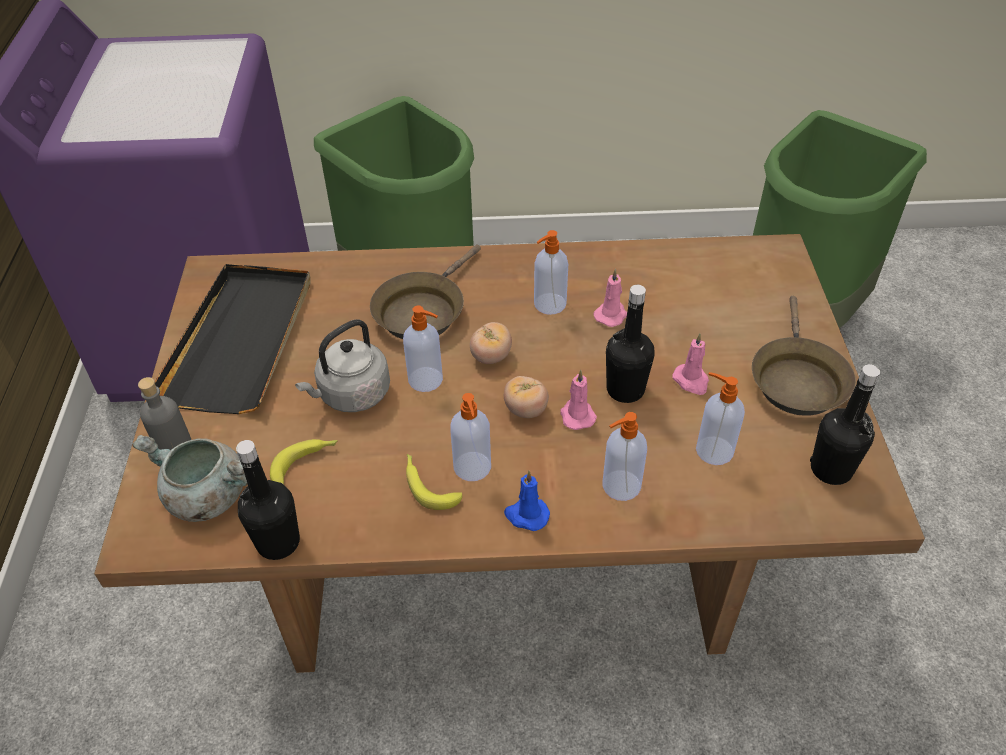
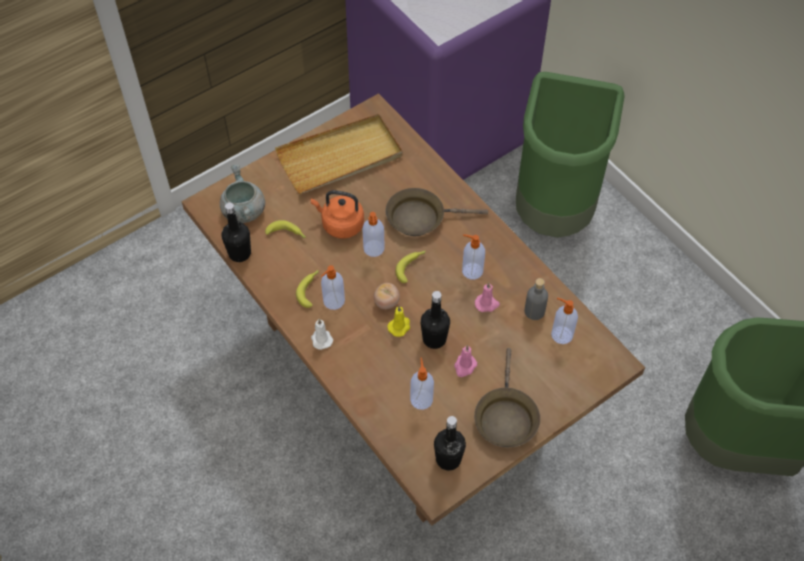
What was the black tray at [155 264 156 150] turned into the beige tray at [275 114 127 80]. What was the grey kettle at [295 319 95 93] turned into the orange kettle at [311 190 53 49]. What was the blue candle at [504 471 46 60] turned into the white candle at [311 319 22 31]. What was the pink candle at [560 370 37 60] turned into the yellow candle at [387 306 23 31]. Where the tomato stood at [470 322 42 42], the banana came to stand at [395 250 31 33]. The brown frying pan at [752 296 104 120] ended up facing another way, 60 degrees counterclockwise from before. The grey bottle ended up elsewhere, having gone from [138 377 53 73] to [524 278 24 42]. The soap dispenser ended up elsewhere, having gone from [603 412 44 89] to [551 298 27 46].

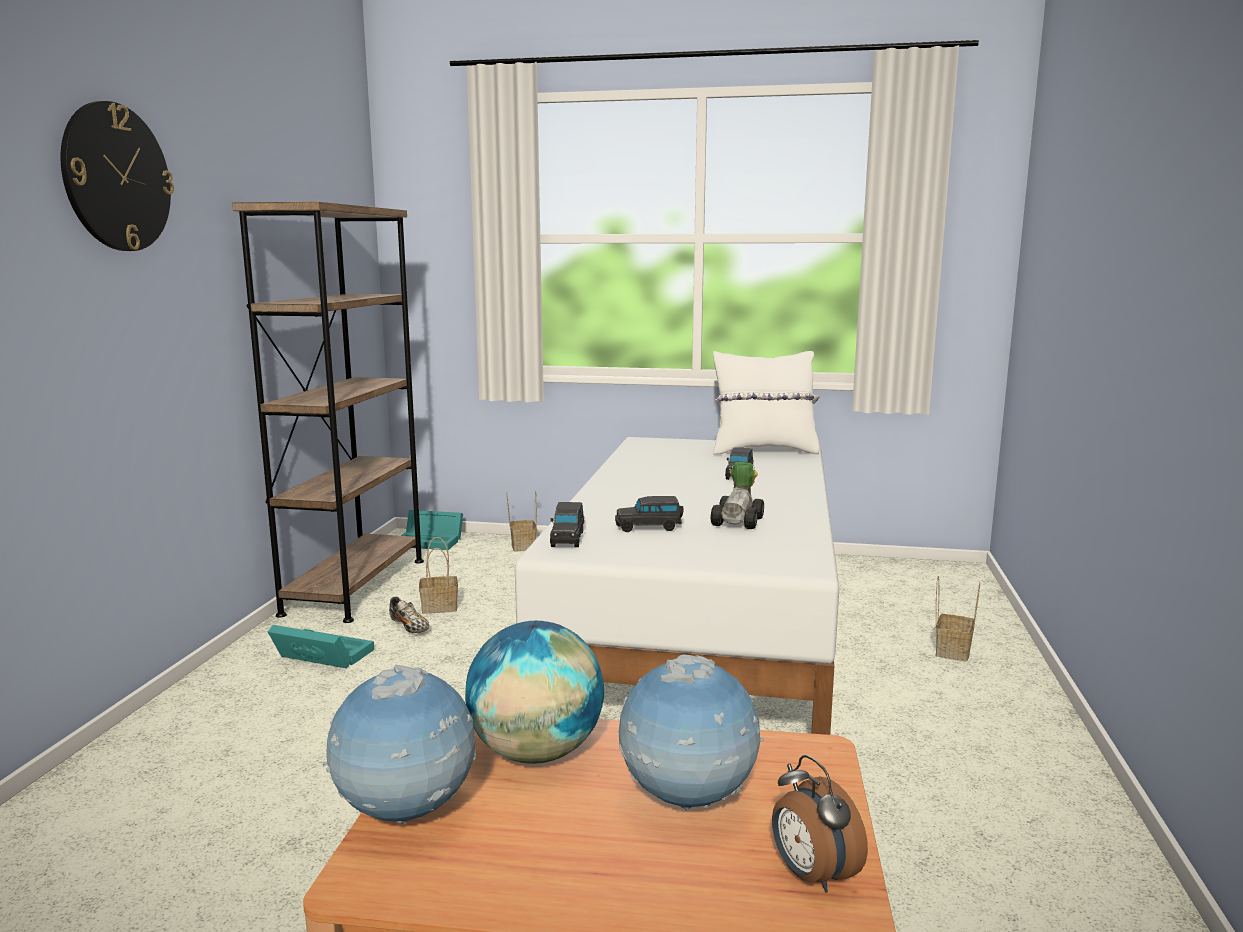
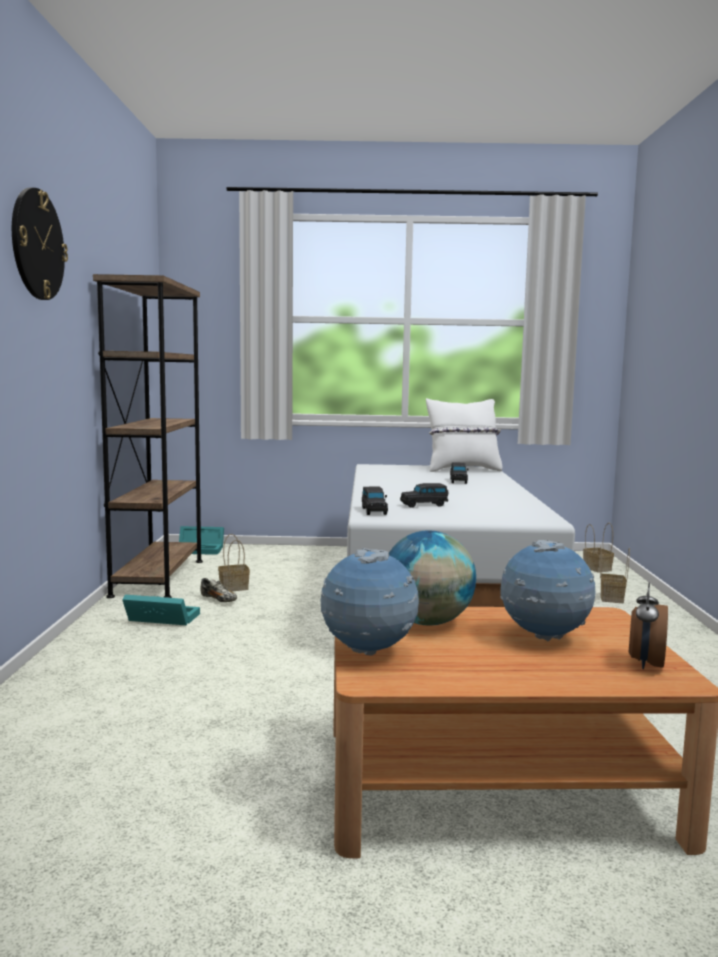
The basket ended up elsewhere, having gone from [507 491 30 60] to [583 523 31 49]. The alarm clock at [772 755 96 138] ended up facing another way, 60 degrees clockwise from before. The second view lost the toy car at [711 462 53 67].

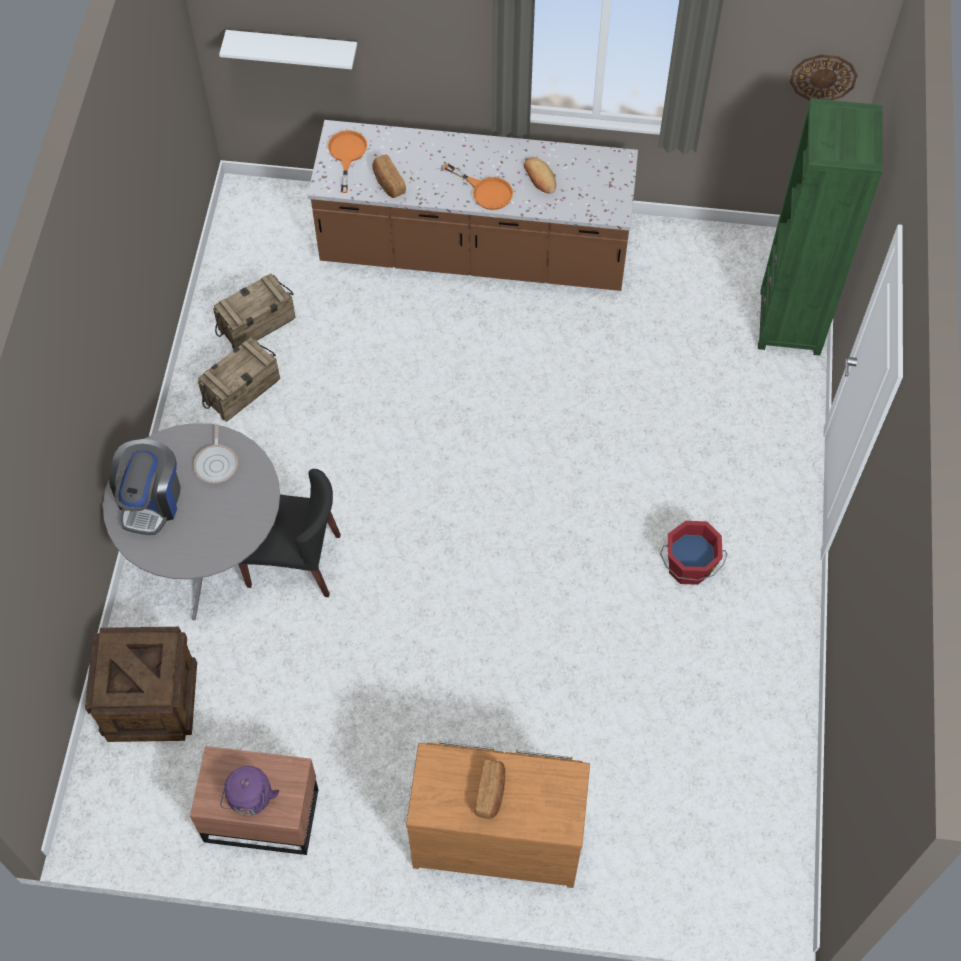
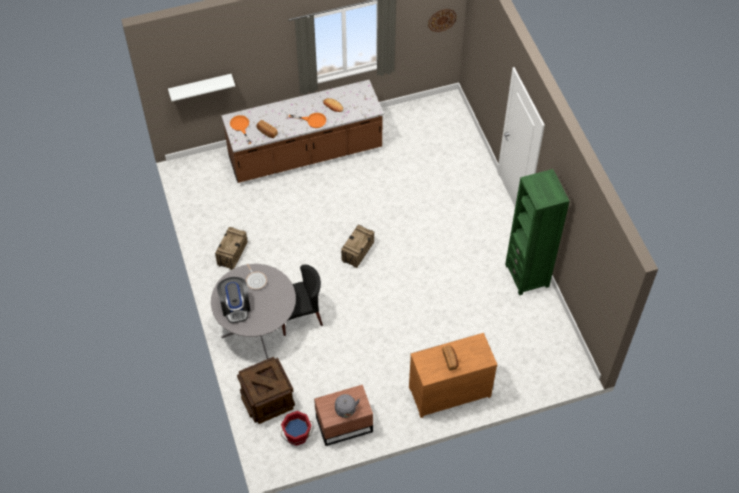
The red bucket ended up elsewhere, having gone from [660 521 67 64] to [281 411 32 35]. What was the purple kettle at [220 766 59 50] turned into the grey kettle at [335 394 25 24]. The crate ended up elsewhere, having gone from [213 274 83 75] to [341 225 33 43]. The green bookcase ended up elsewhere, having gone from [758 98 125 258] to [505 169 65 126].

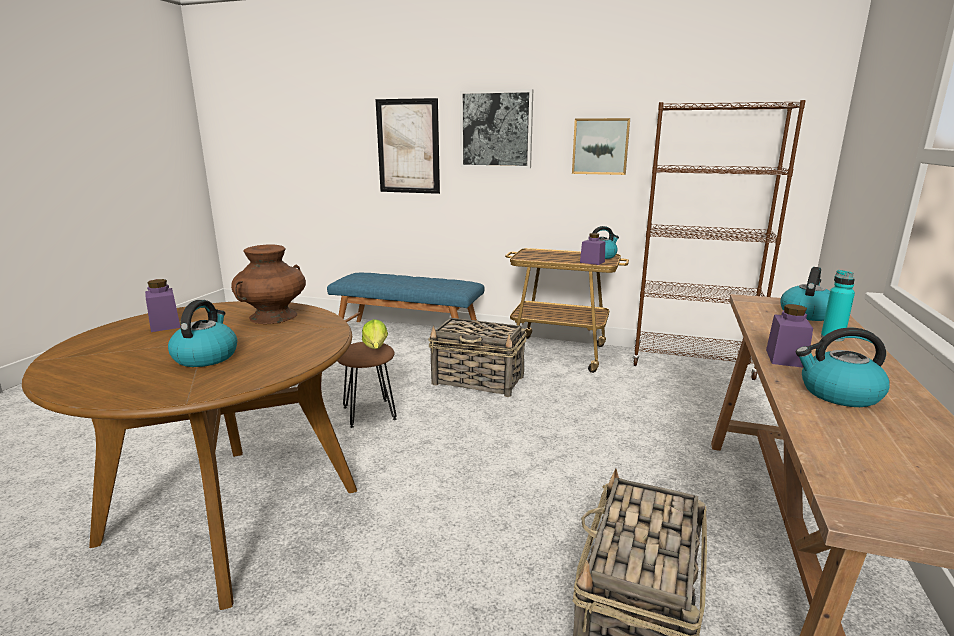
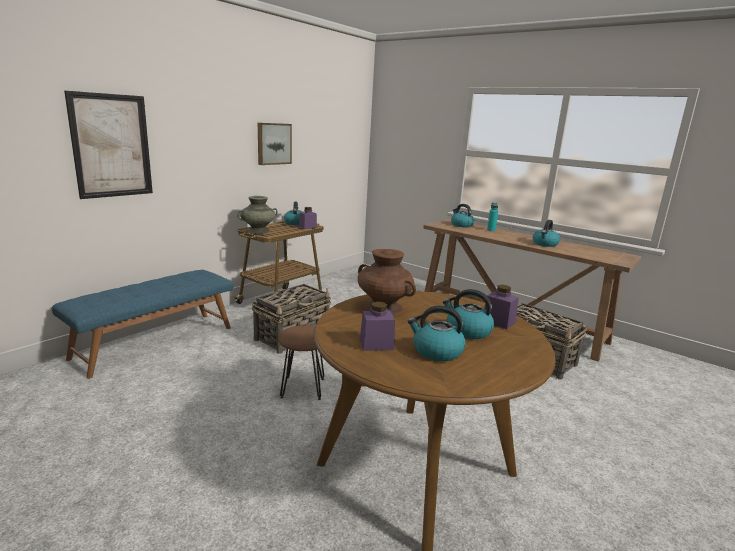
The second view gained the turquoise vase at [237 196 41 38]. The second view gained the kettle at [408 305 58 56]. The purple jar ended up elsewhere, having gone from [766 304 47 64] to [484 285 35 44]. The second view lost the lettuce at [362 319 26 30]. The second view lost the picture at [460 89 73 79]. The second view lost the brown bookcase at [632 100 174 280].

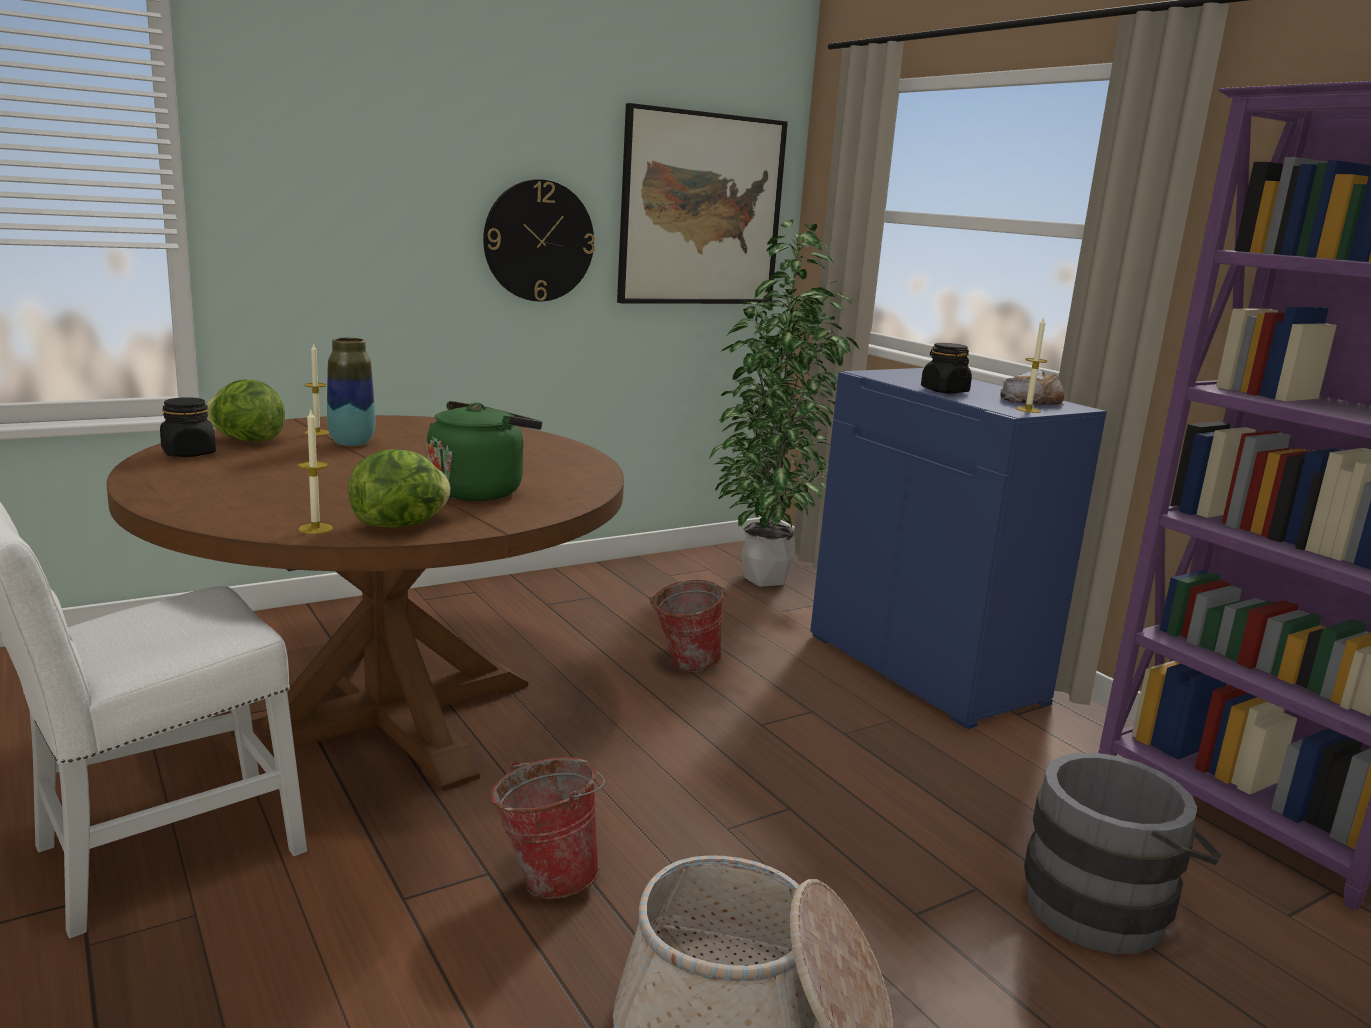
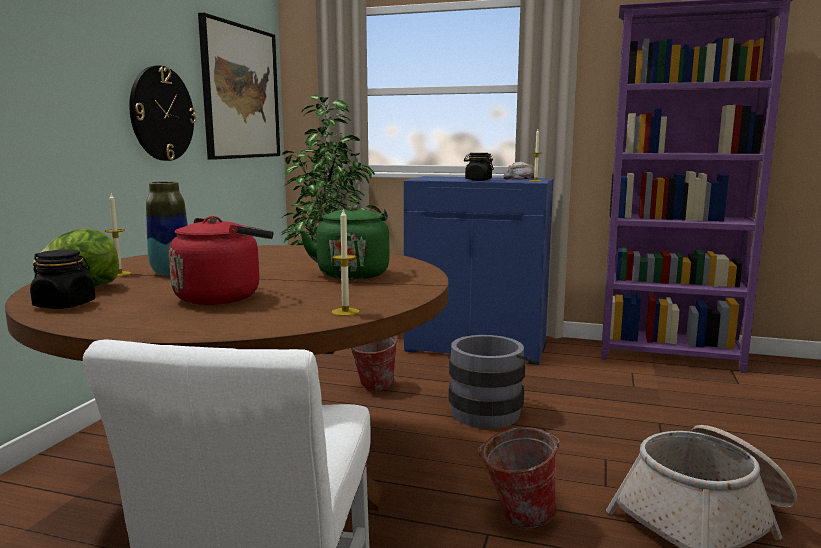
The second view gained the red kettle at [169 216 105 89]. The grey bucket ended up elsewhere, having gone from [1024 753 198 201] to [449 335 88 94]. The second view lost the lettuce at [348 449 103 78].

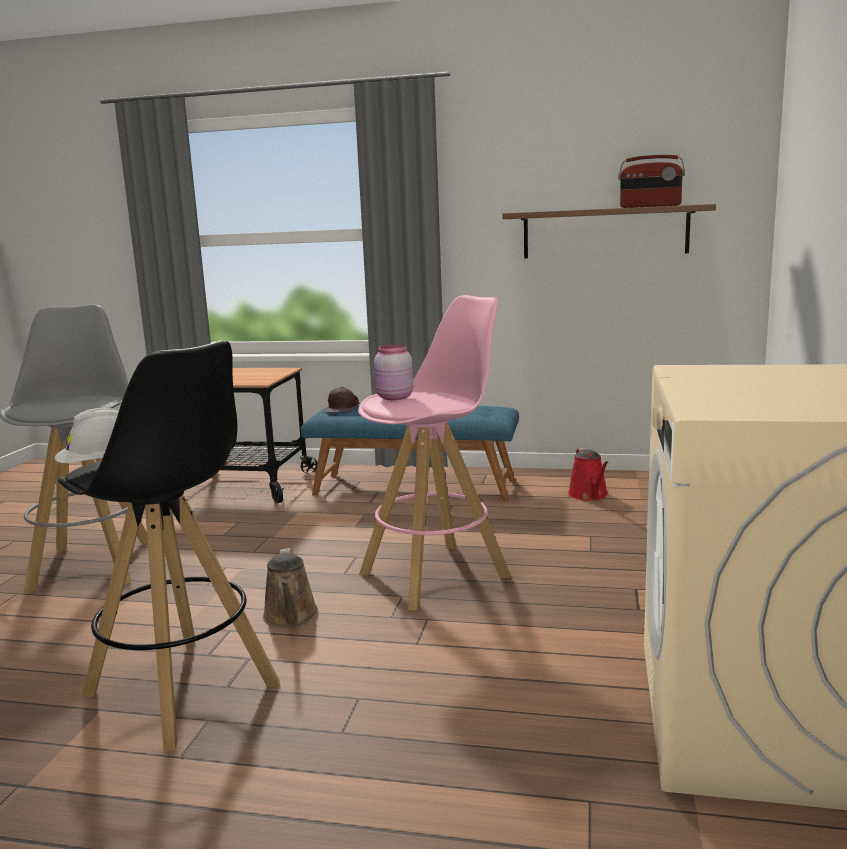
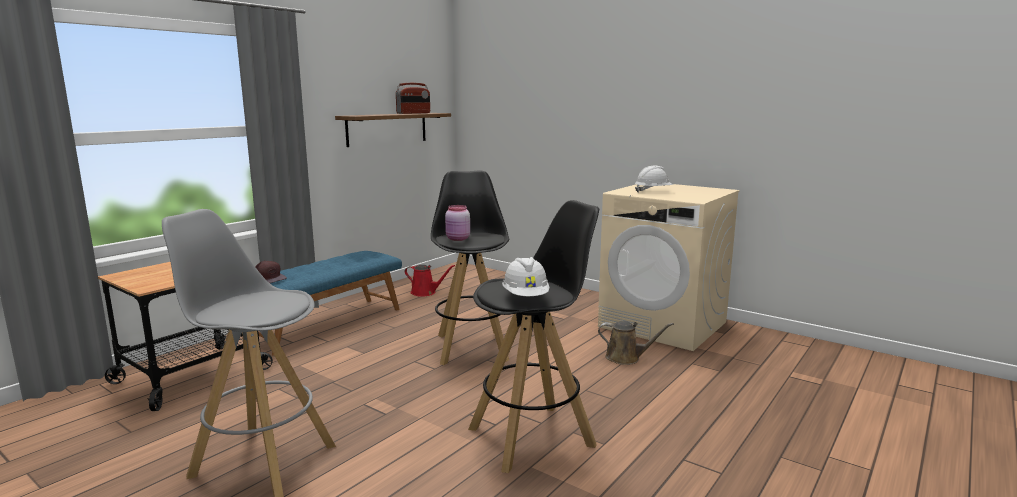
What was the pink stool at [358 295 153 315] turned into the black stool at [431 170 78 195]. The brown watering can ended up elsewhere, having gone from [263 548 55 79] to [598 321 76 44]. The second view gained the white hard hat at [635 166 38 26].

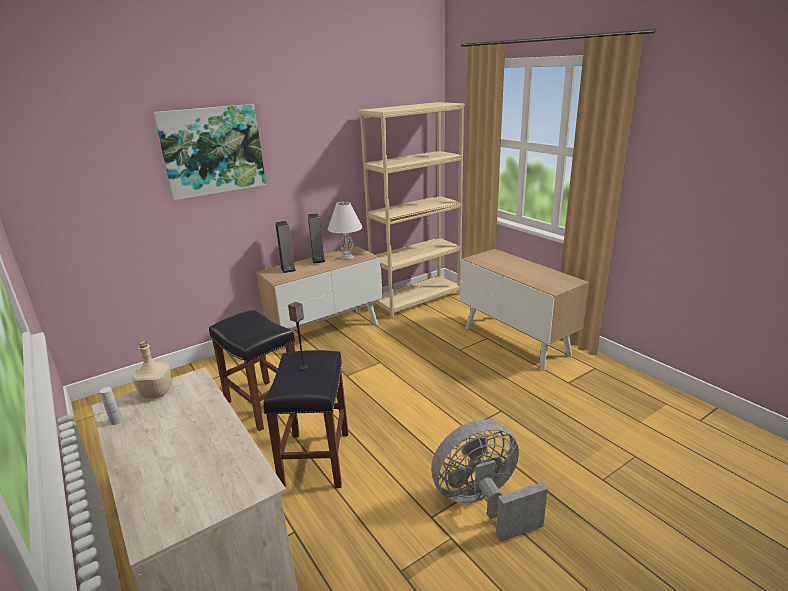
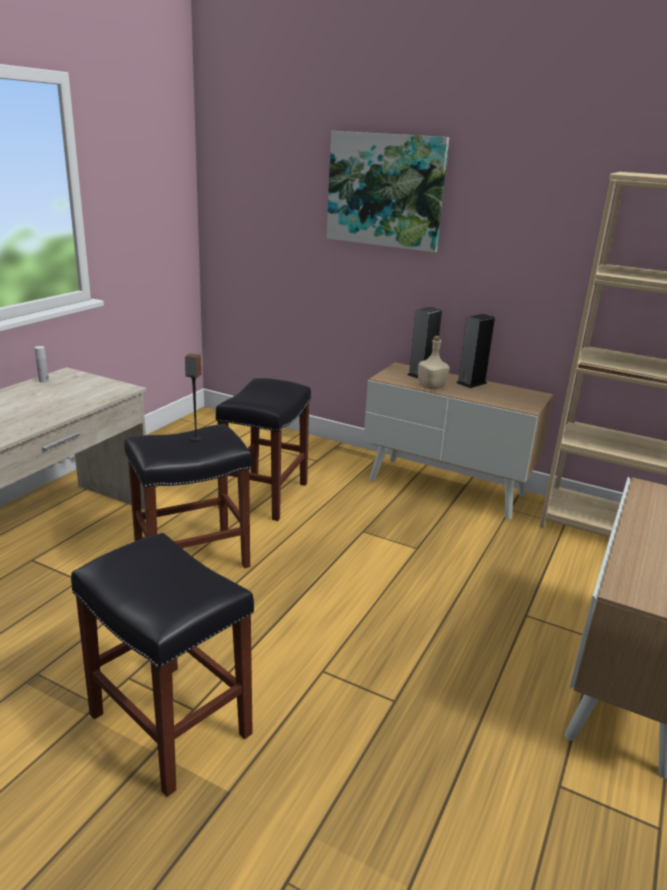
Where the grey fan stood at [431 420 117 122], the black stool came to stand at [71 533 183 264]. The beige bottle ended up elsewhere, having gone from [132 341 40 57] to [418 336 32 53]. The second view lost the white table lamp at [328 202 35 58].

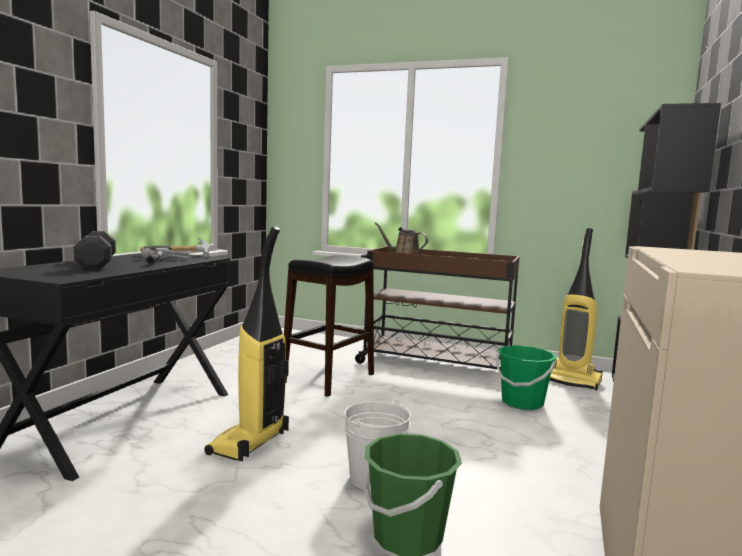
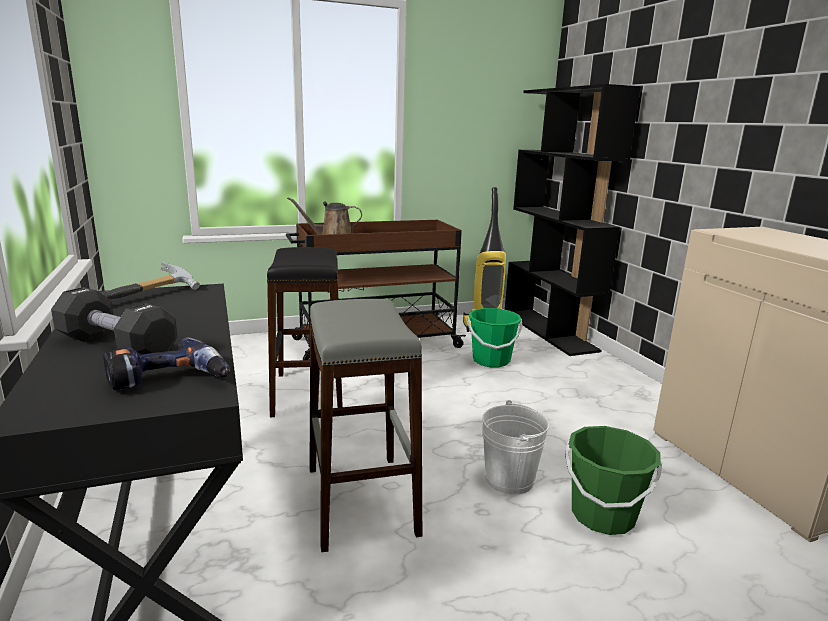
The second view gained the power drill at [103 337 127 53]. Where the vacuum cleaner stood at [204 226 85 235], the grey stool came to stand at [309 299 113 253]. The second view lost the hammer at [142 248 47 16].

